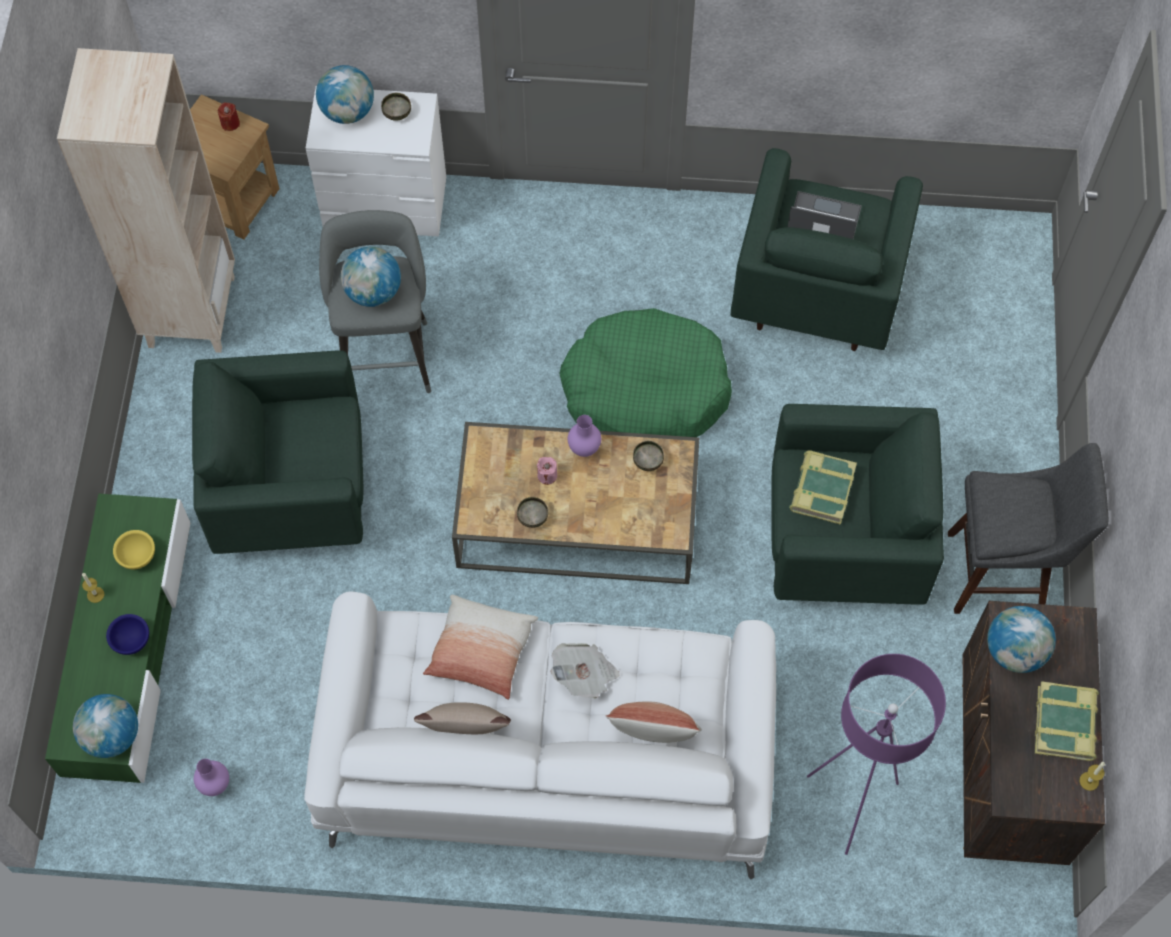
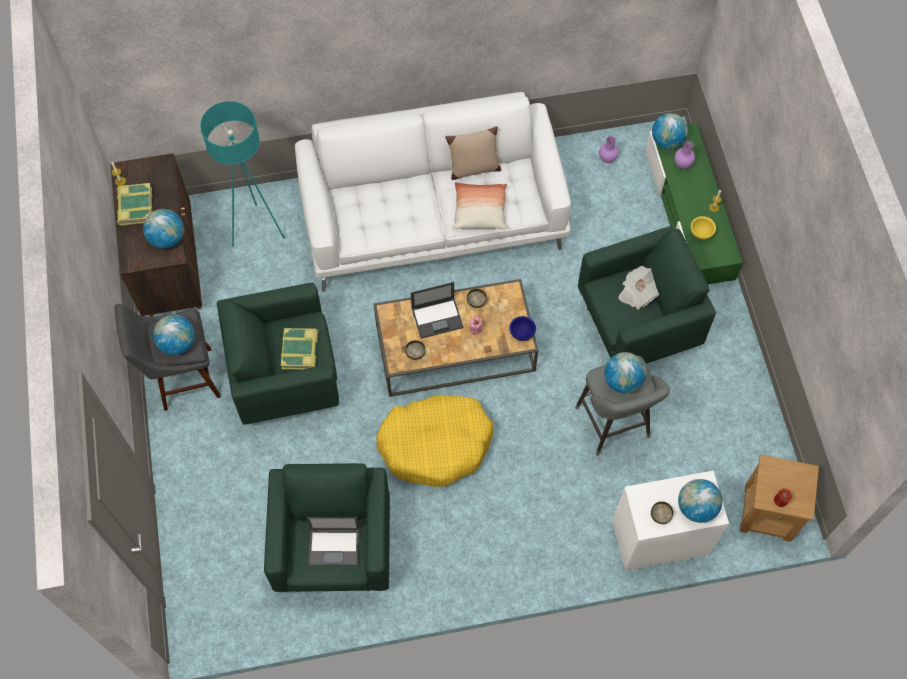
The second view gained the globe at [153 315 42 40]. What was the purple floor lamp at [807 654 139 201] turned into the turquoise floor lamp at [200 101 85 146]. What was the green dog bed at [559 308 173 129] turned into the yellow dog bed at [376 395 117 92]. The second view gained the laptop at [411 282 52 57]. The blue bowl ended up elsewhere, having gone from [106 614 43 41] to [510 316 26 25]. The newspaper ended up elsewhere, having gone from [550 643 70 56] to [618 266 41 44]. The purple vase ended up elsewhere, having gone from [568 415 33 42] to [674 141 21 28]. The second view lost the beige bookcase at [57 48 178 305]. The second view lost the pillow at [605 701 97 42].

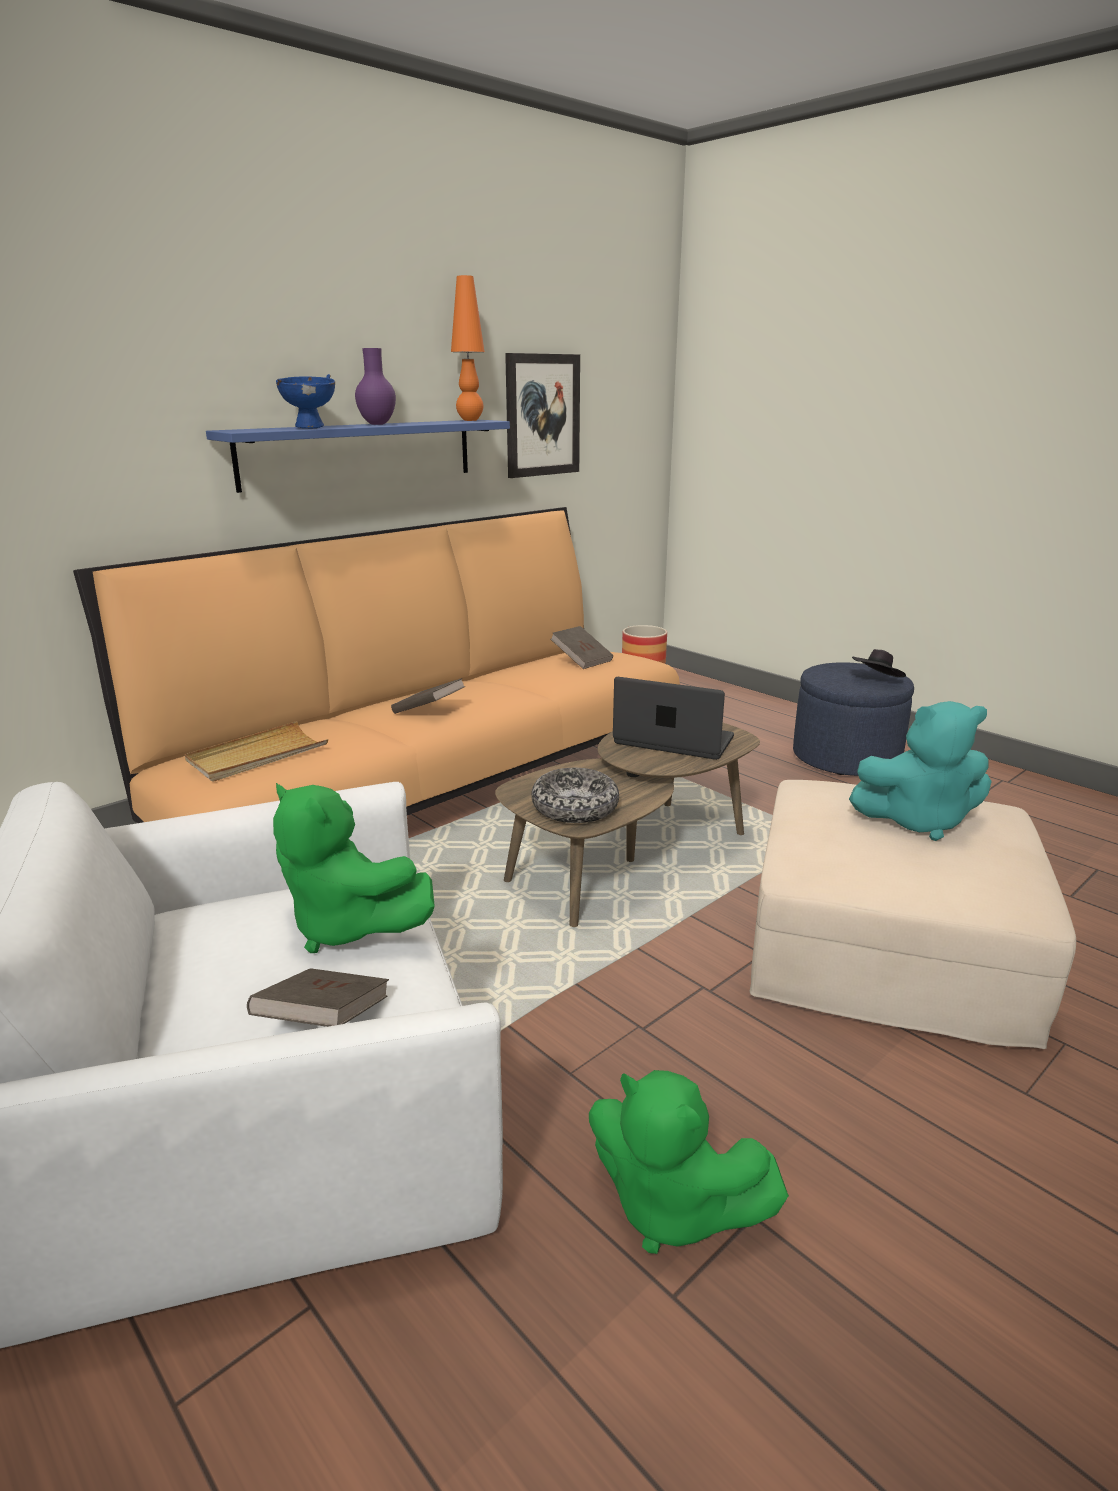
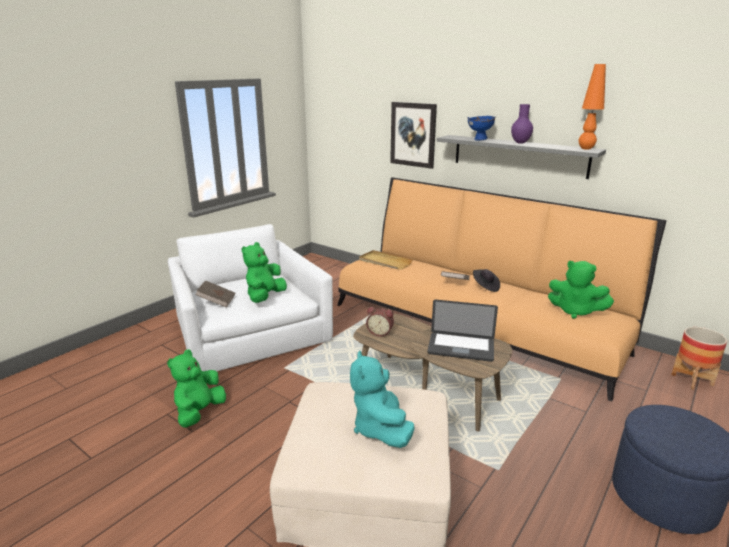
Where the bowl stood at [531 768 88 55], the alarm clock came to stand at [366 307 28 29]. The picture ended up elsewhere, having gone from [505 353 75 125] to [390 102 47 67]. The laptop at [613 677 121 83] ended up facing another way, 90 degrees clockwise from before. What was the blue shelf at [206 420 304 73] turned into the grey shelf at [436 135 170 44]. The black hat ended up elsewhere, having gone from [852 649 54 28] to [473 269 27 23]. Where the brown book stood at [551 626 62 43], the green plush toy came to stand at [548 261 66 58].

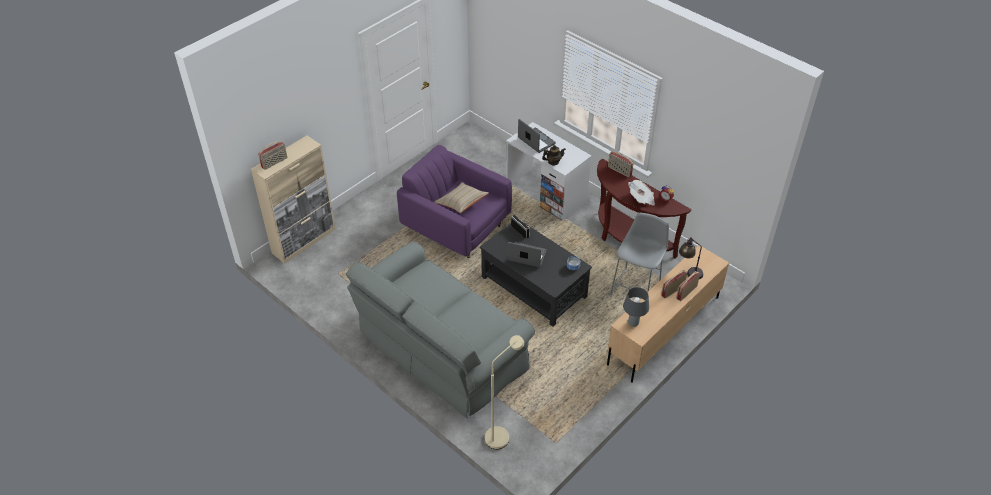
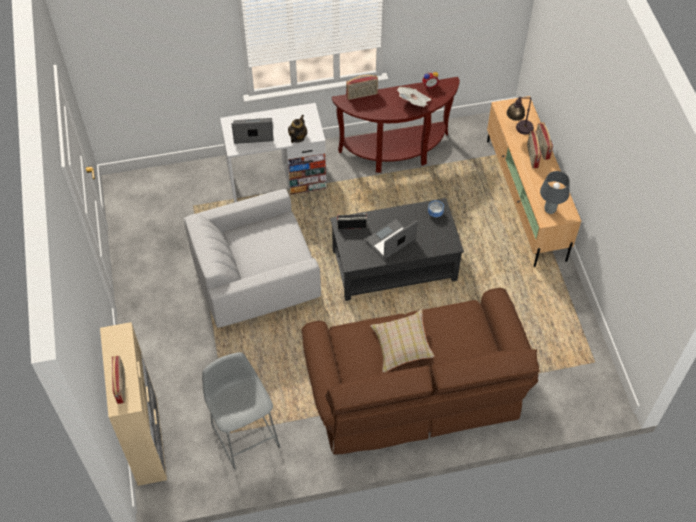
What was the purple armchair at [397 145 115 113] turned into the white armchair at [184 189 137 139]. The grey stool ended up elsewhere, having gone from [610 213 59 83] to [202 352 79 117]. What was the grey sofa at [345 241 190 177] turned into the brown sofa at [302 288 238 166]. The beige pillow ended up elsewhere, having gone from [434 182 55 31] to [370 309 65 63]. The second view lost the beige floor lamp at [485 335 39 114].

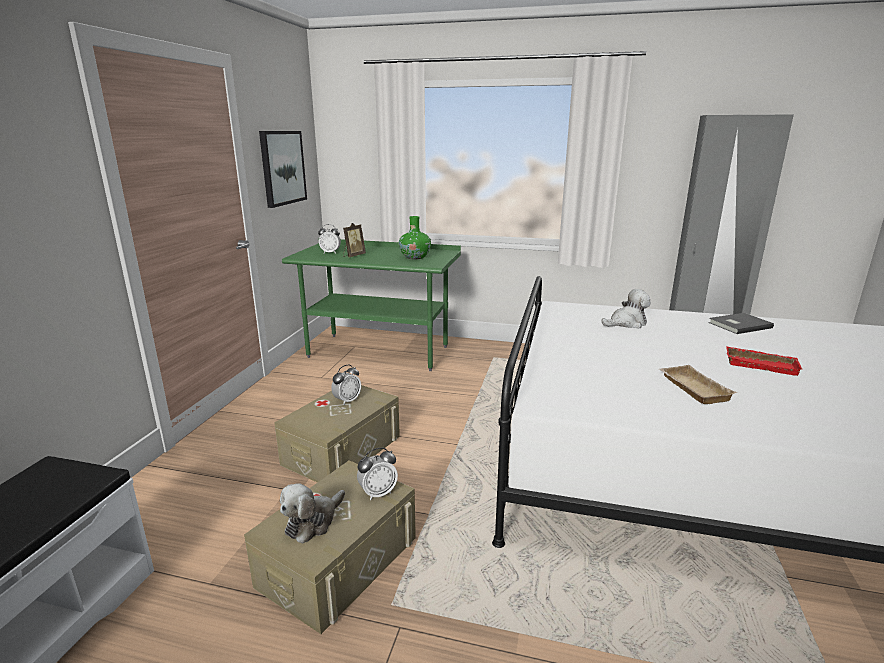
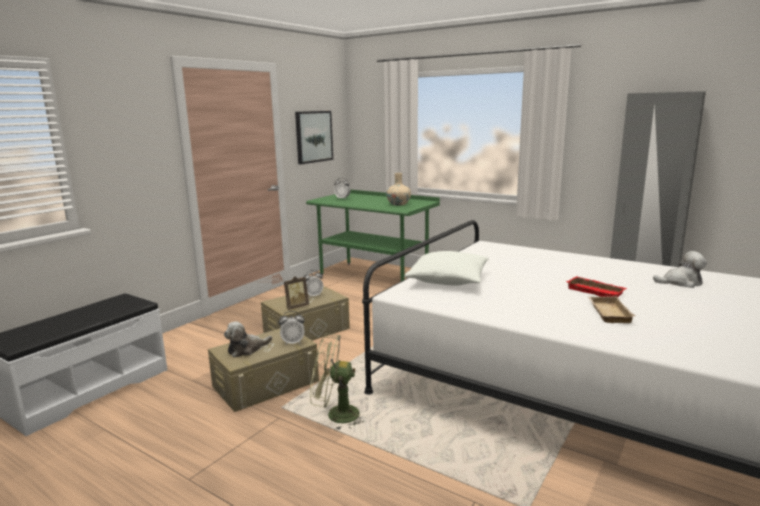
The picture frame ended up elsewhere, having gone from [343 223 23 34] to [284 276 25 34]. The second view gained the green fan at [310 334 56 97]. What was the green vase at [399 216 32 43] turned into the beige vase at [386 173 25 33]. The second view gained the white pillow at [404 251 85 35]. The beige tray ended up elsewhere, having gone from [659 365 78 39] to [588 297 48 26]. The plush toy ended up elsewhere, having gone from [601 289 50 40] to [653 251 54 37]. The second view lost the grey book at [708 313 66 21].

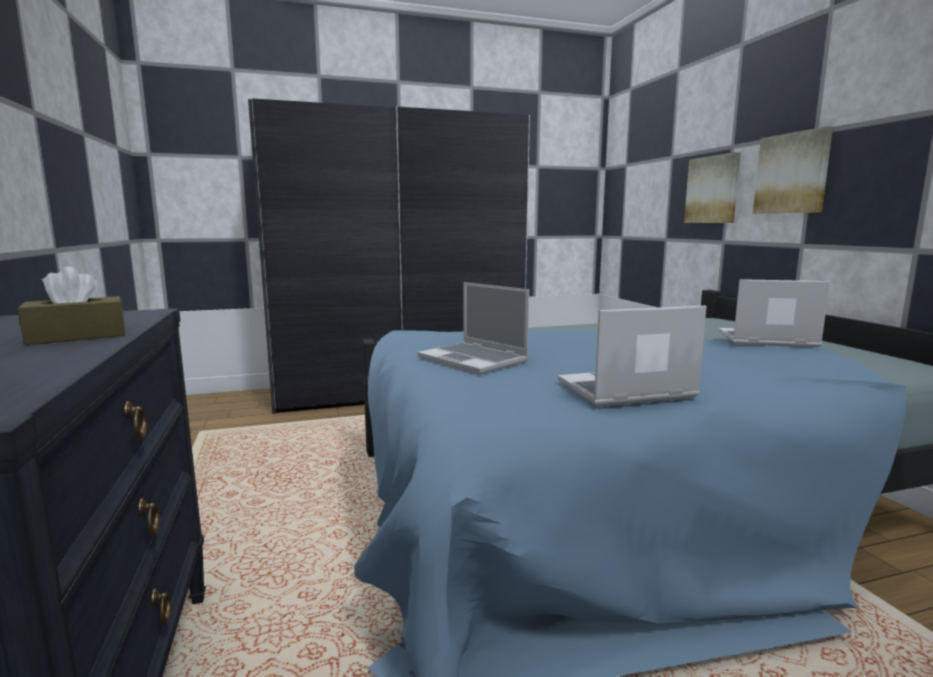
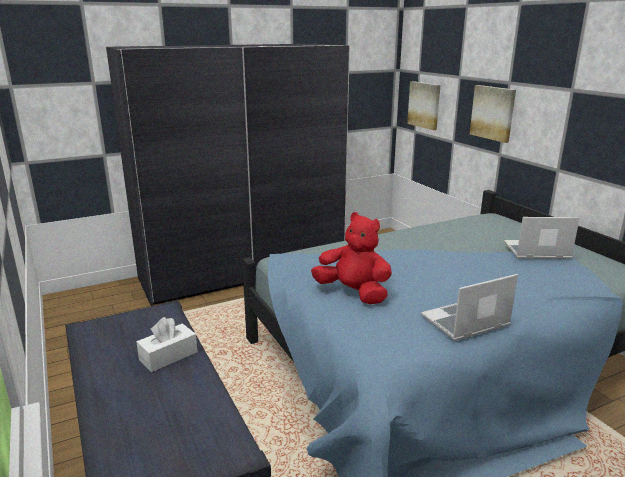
What was the brown tissue box at [18 266 107 79] turned into the white tissue box at [136 317 61 55]. Where the laptop stood at [417 282 112 93], the red plush toy came to stand at [311 212 81 92]. The picture ended up elsewhere, having gone from [753 126 80 88] to [407 81 33 49].

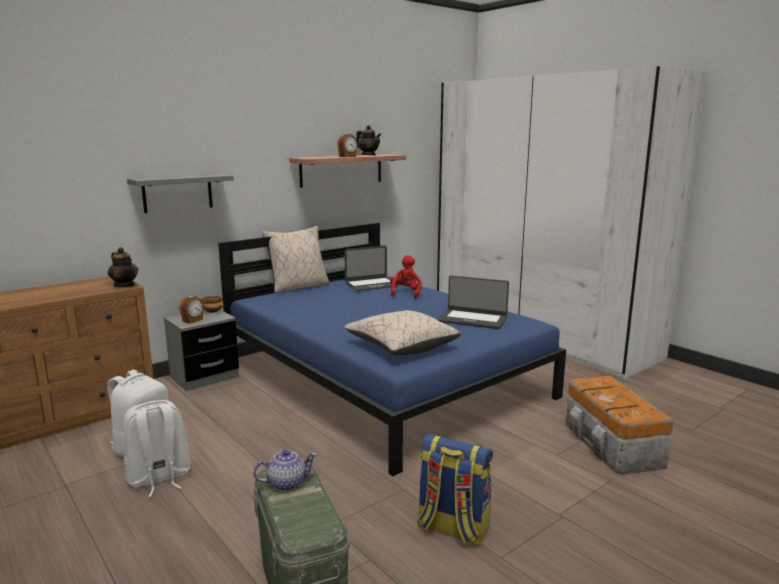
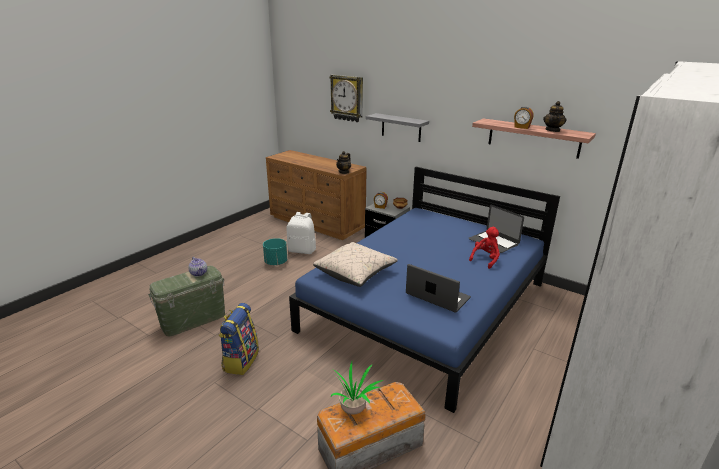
Where the white backpack stood at [123 400 68 97], the turquoise planter came to stand at [263 238 24 27]. The second view gained the wall clock at [329 75 34 47]. The second view gained the potted plant at [331 362 52 53]. The laptop at [438 276 71 53] ended up facing another way, 120 degrees clockwise from before. The red plush toy at [390 255 32 44] ended up facing another way, 45 degrees counterclockwise from before. The second view lost the beige pillow at [262 226 67 67].

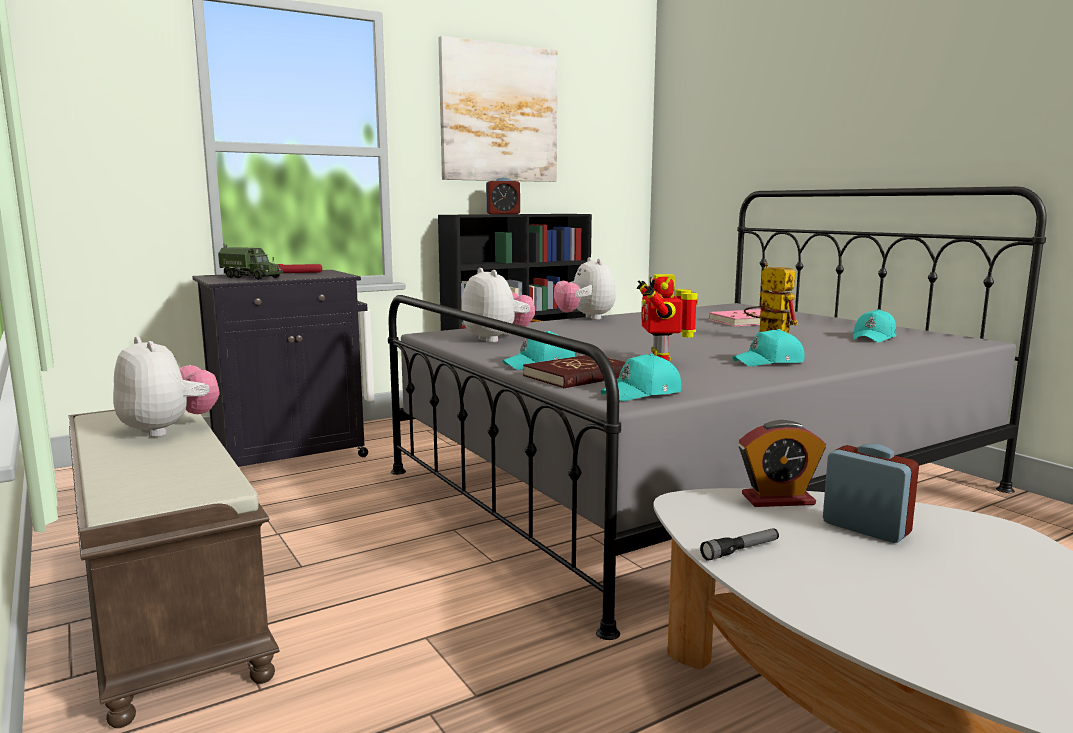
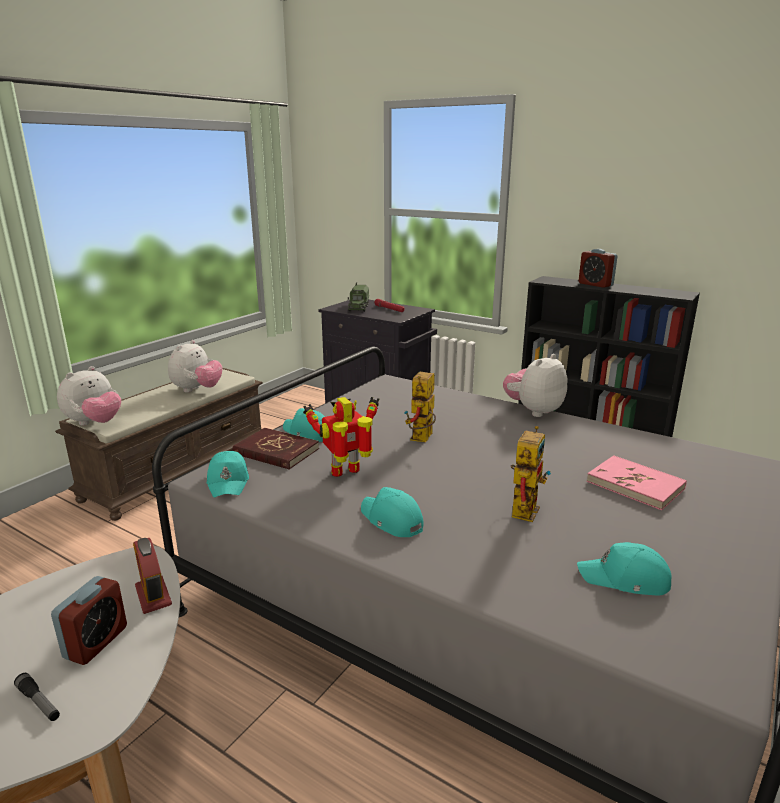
The flashlight ended up elsewhere, having gone from [700 529 79 32] to [14 673 46 48]. The plush toy ended up elsewhere, having gone from [461 268 74 75] to [57 366 64 60]. The turquoise cap at [601 354 80 47] ended up facing another way, 135 degrees counterclockwise from before. The second view gained the toy robot at [404 371 32 71]. The second view lost the picture at [438 36 119 146].

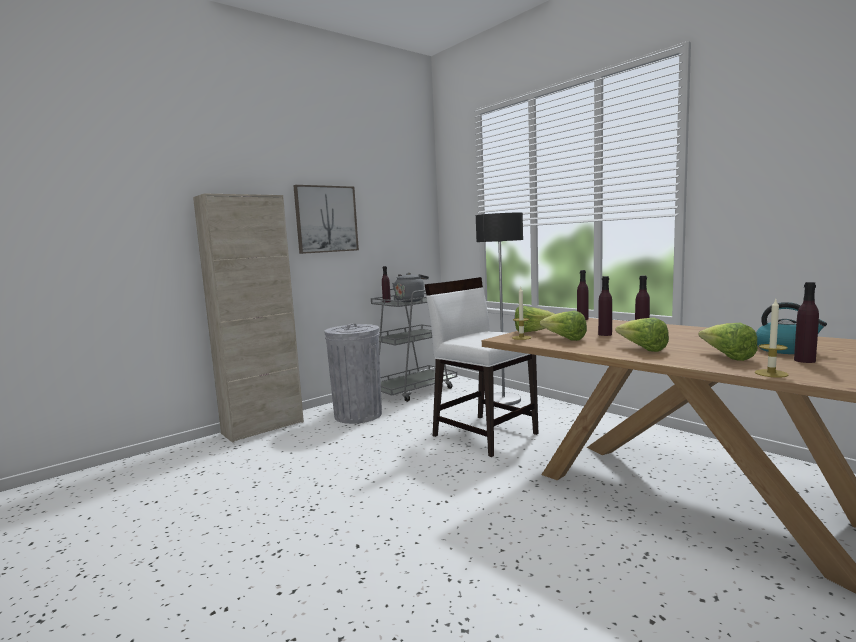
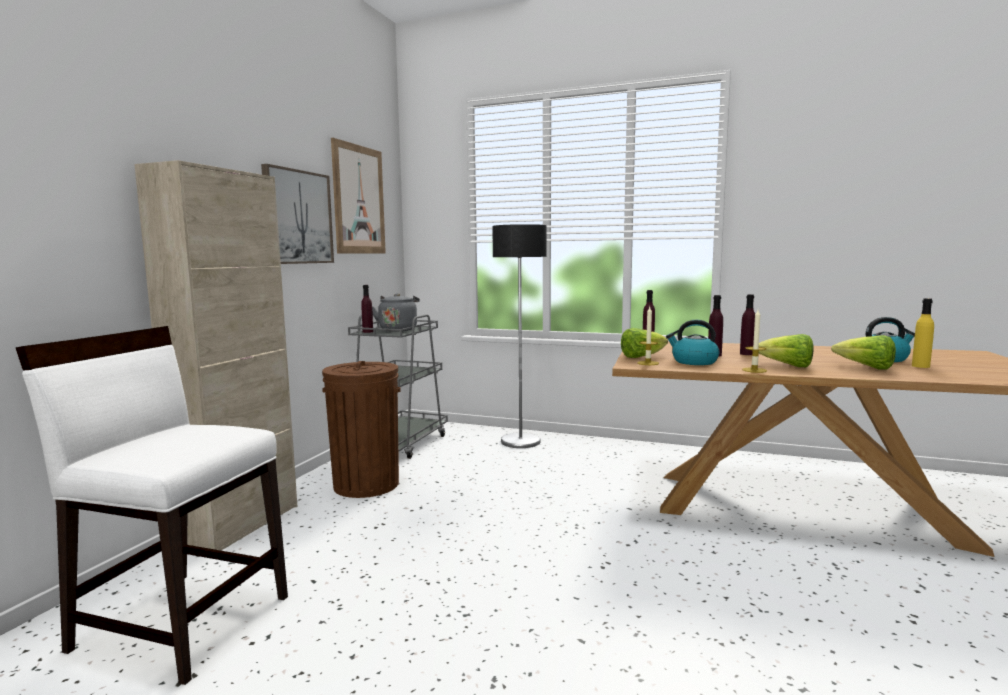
The white chair ended up elsewhere, having gone from [425 277 114 180] to [16 326 272 359]. What was the grey trash can at [324 324 58 100] turned into the brown trash can at [322 361 79 137]. The second view gained the picture at [331 138 55 115]. Where the lettuce stood at [540 311 47 30], the kettle came to stand at [666 320 54 45]. The candle ended up elsewhere, having gone from [755 299 33 79] to [742 310 25 63]. What was the purple bottle at [794 282 25 81] turned into the yellow bottle at [912 298 22 70].

